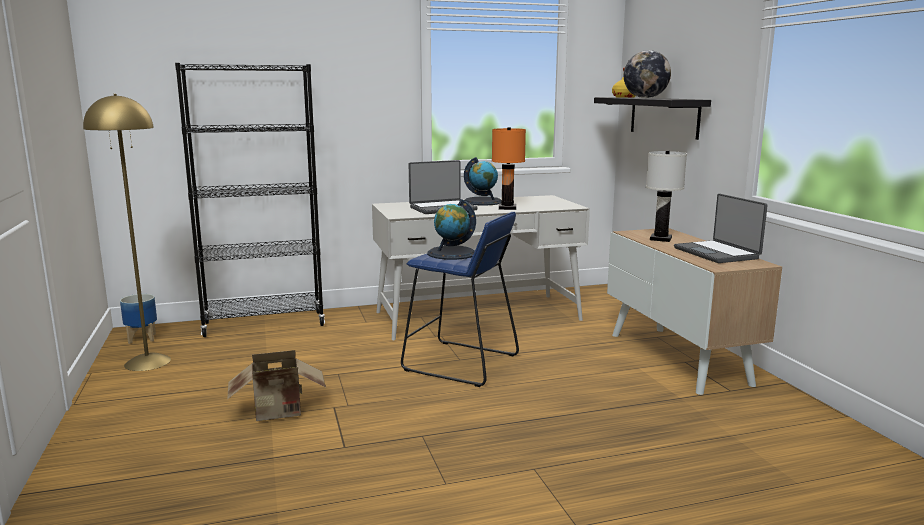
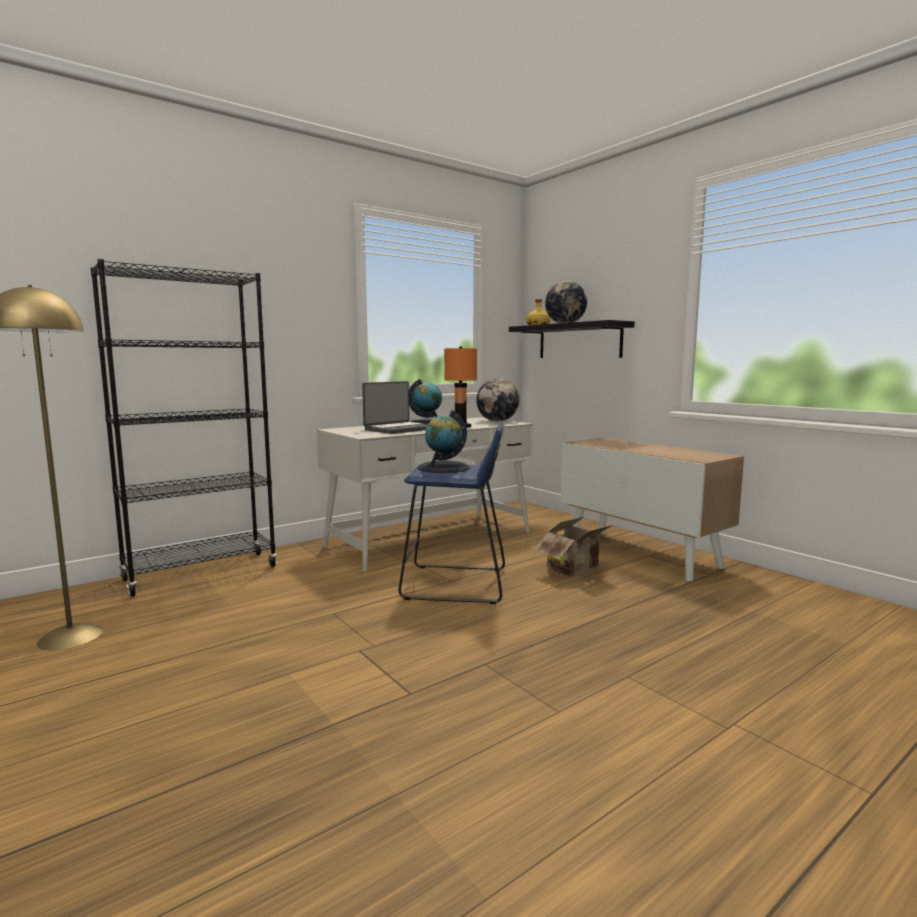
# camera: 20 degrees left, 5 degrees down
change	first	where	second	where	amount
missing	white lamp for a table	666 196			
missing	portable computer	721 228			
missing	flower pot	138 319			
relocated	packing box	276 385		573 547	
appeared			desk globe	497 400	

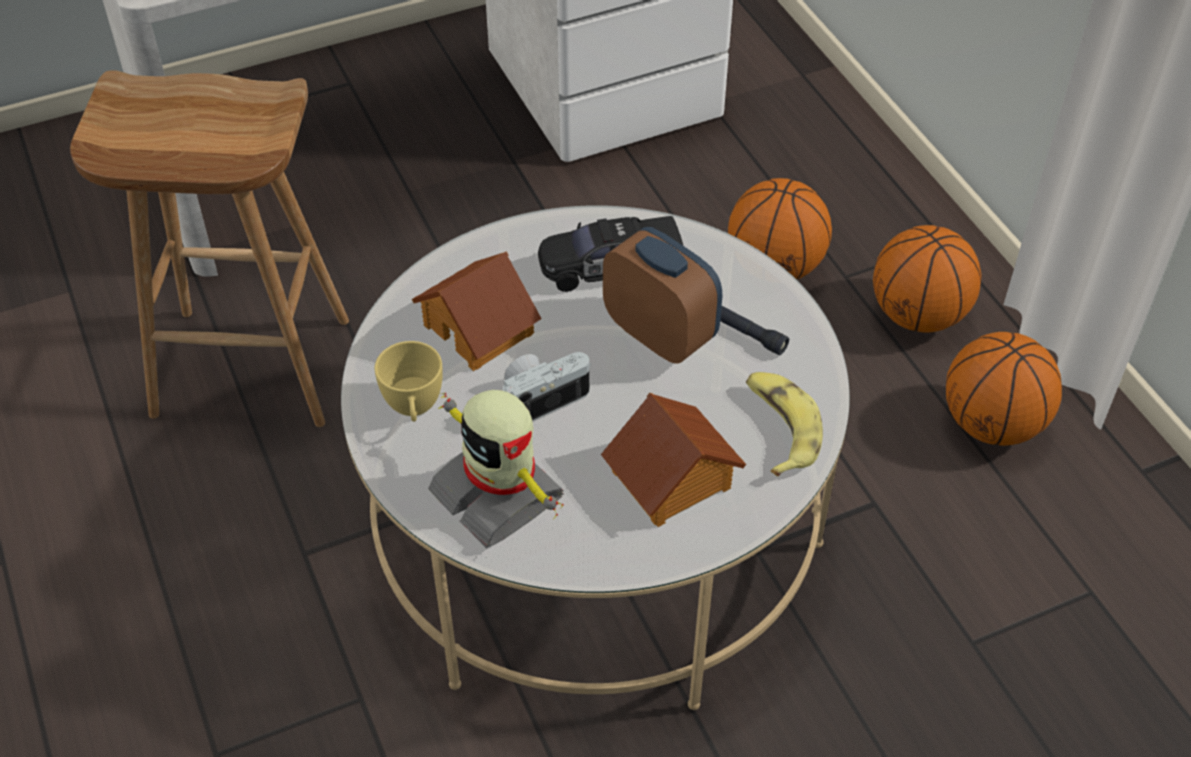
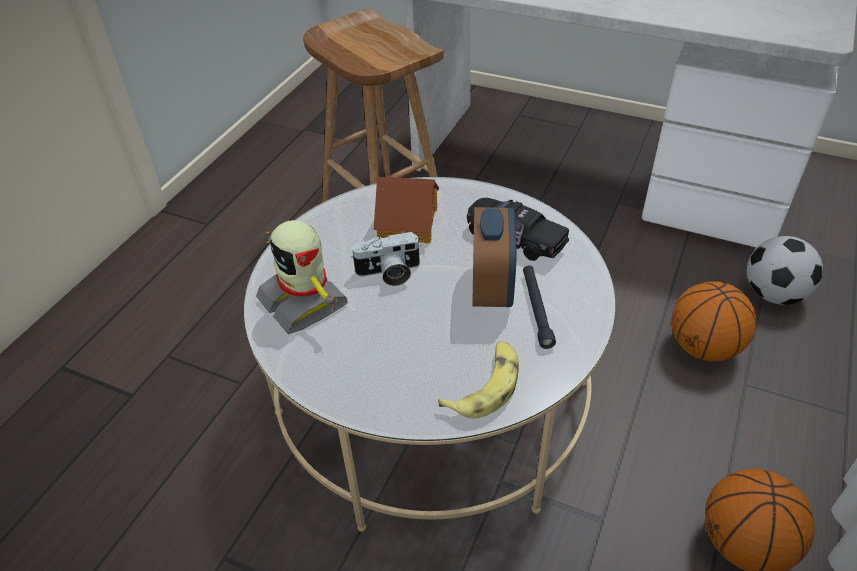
# camera: 50 degrees right, 5 degrees down
change	first	where	second	where	amount
missing	ball for basketball	927 279			
missing	yellow drinking cup	409 381			
spun	photo camera	547 386		386 259	150 degrees clockwise
spun	robot figure	496 469		302 277	45 degrees counterclockwise
missing	model house	674 460			
appeared			football	785 270	

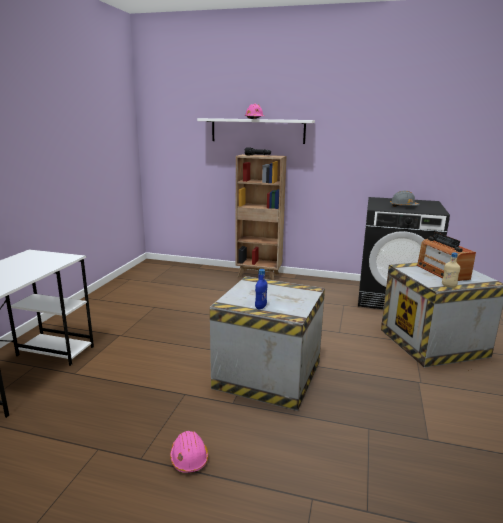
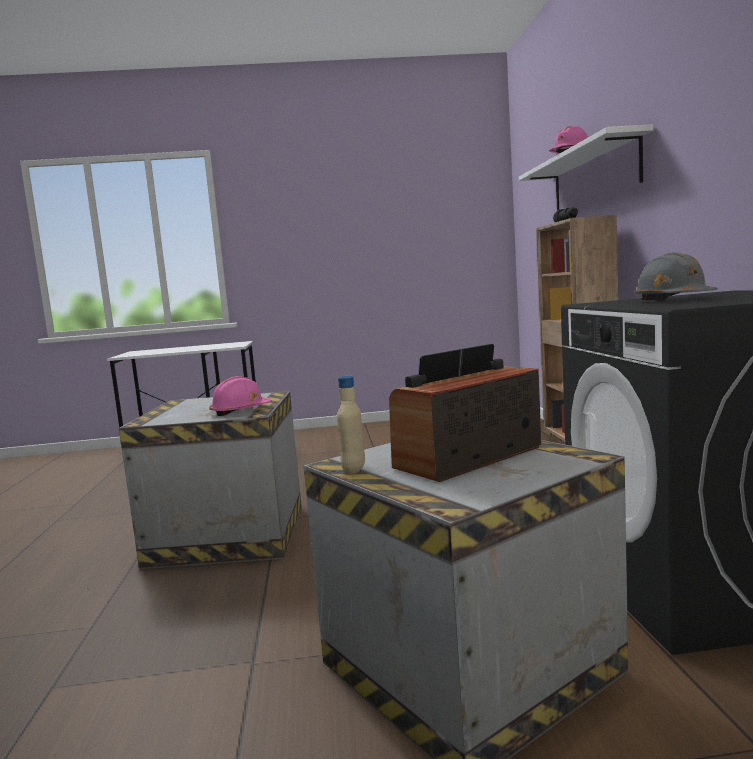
# camera: 70 degrees right, 10 degrees down
change	first	where	second	where	amount
missing	bluish beverage bottle	261 289			
relocated	pink work helmet	189 452		240 396	

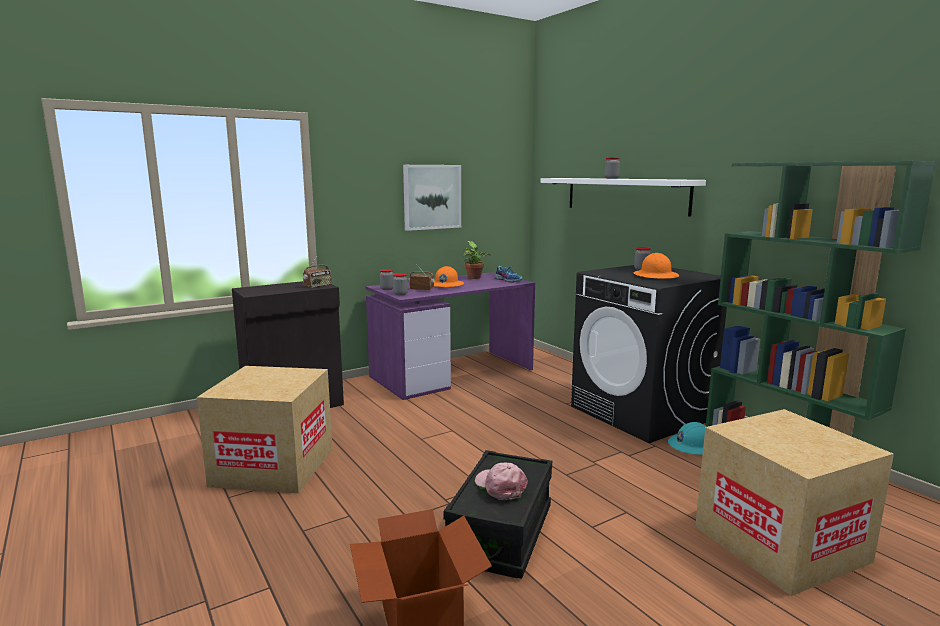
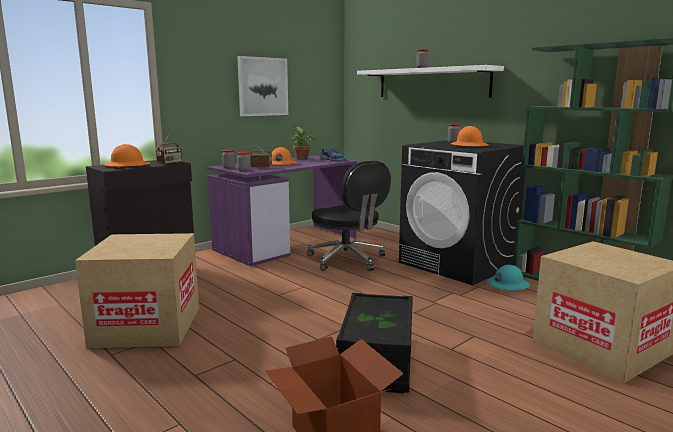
# camera: 10 degrees left, 0 degrees up
change	first	where	second	where	amount
missing	pink baseball cap	501 481			
appeared			orange work helmet	127 156	
appeared			black computer chair	349 216	

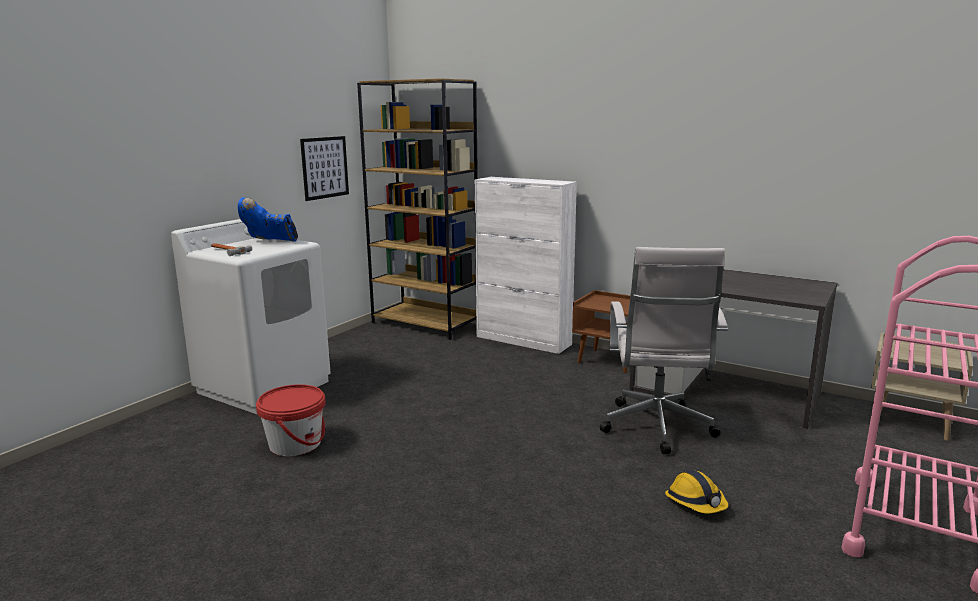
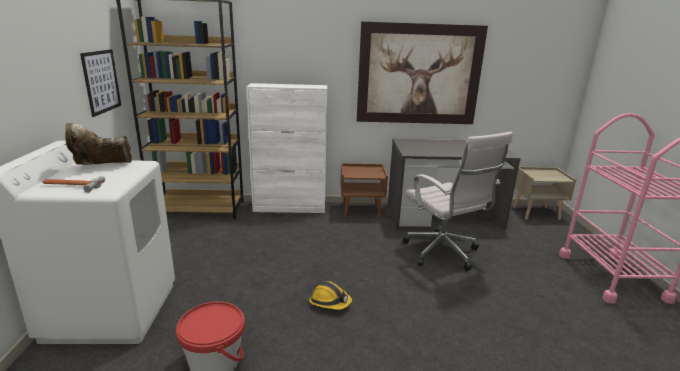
# camera: 35 degrees left, 5 degrees up
change	first	where	second	where	amount
colour	bluish tall boot	268 219	brownish tall boot	98 144	
relocated	work helmet	696 492		330 295	
appeared			picture	422 72	

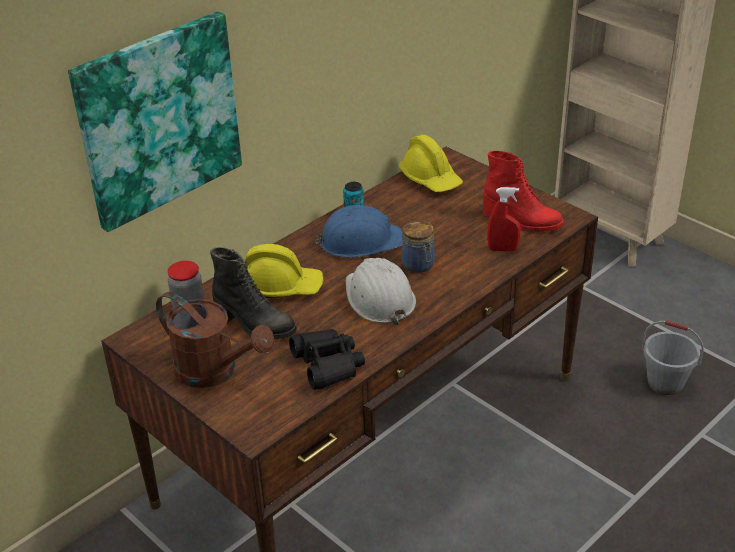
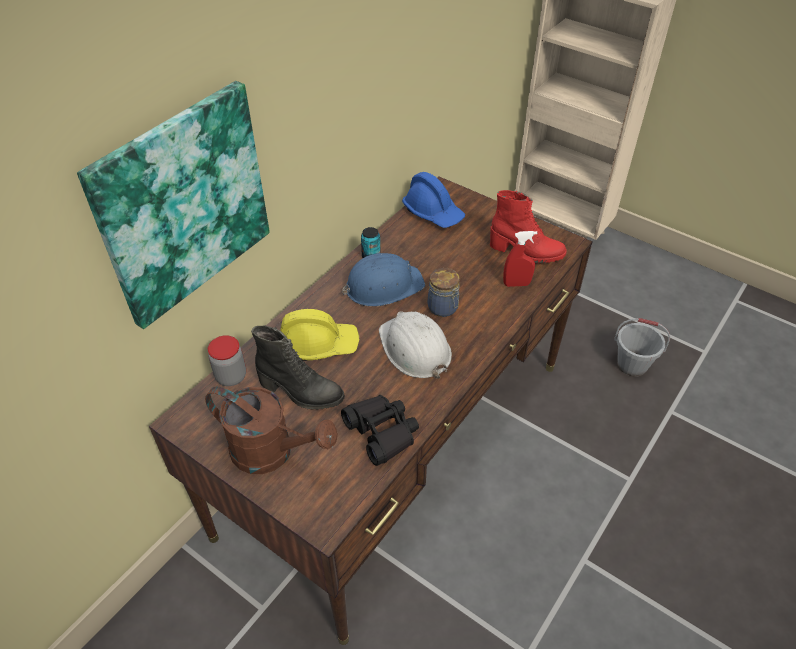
# camera: 10 degrees left, 10 degrees up
change	first	where	second	where	amount
colour	yellow work helmet	430 163	bluish work helmet	433 200	

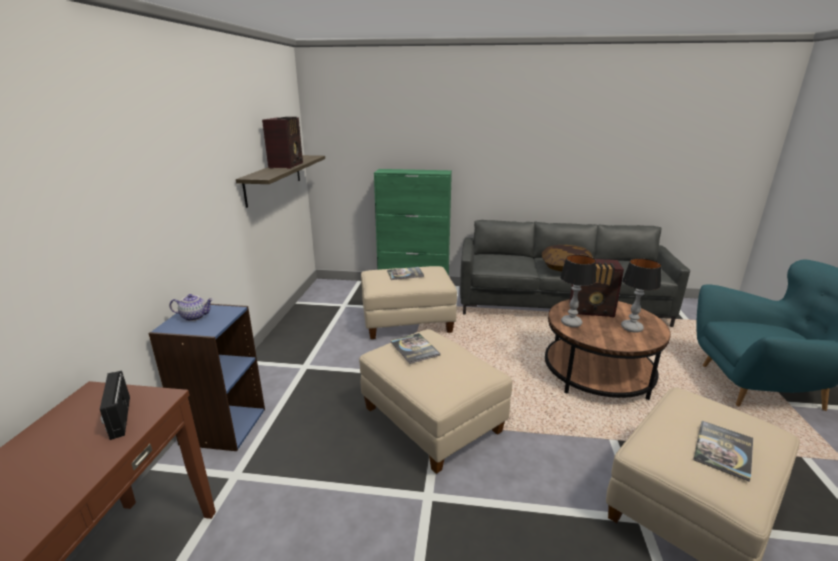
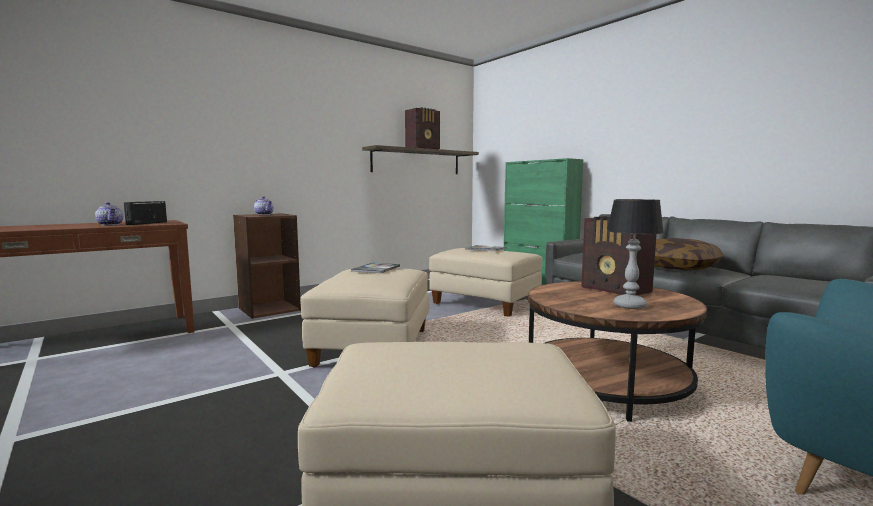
# camera: 45 degrees right, 15 degrees down
change	first	where	second	where	amount
missing	lamp for a table	578 291			
colour	bluish bookcase	206 377	brownish bookcase	267 266	
missing	bound book	723 451			
appeared			pot for tea	109 213	

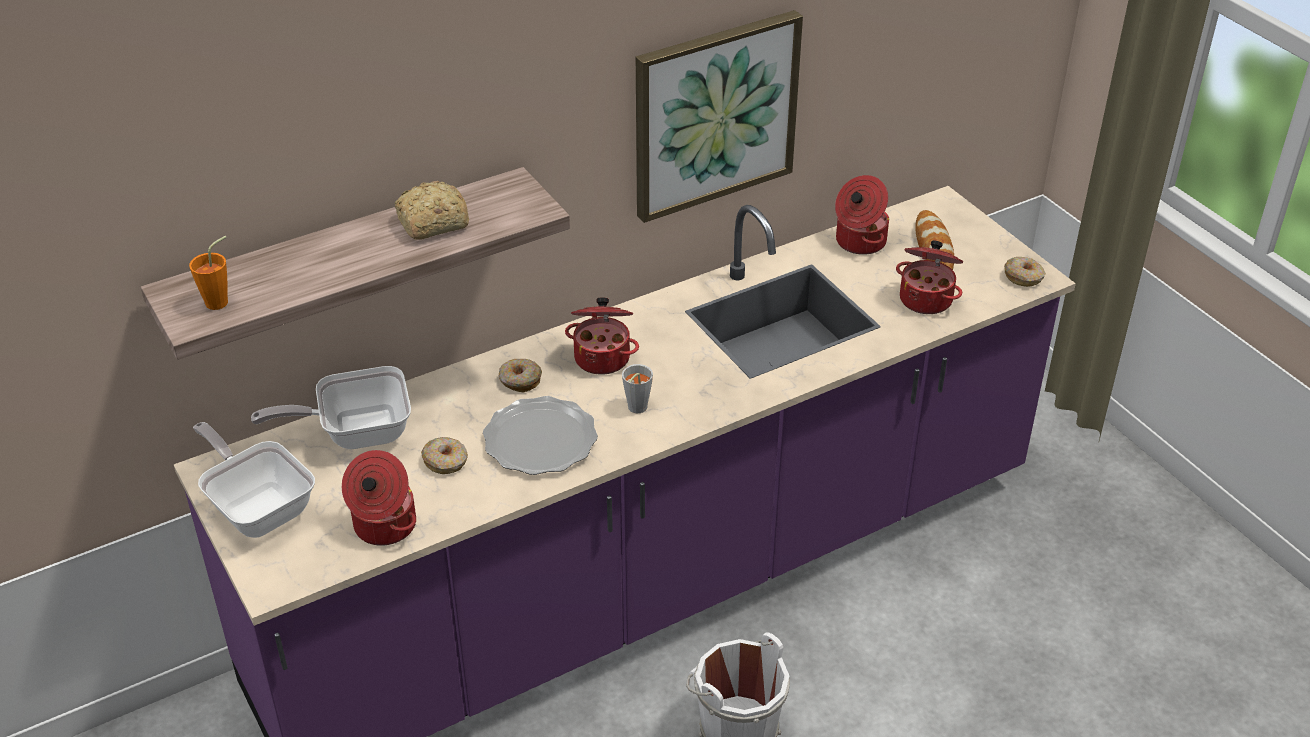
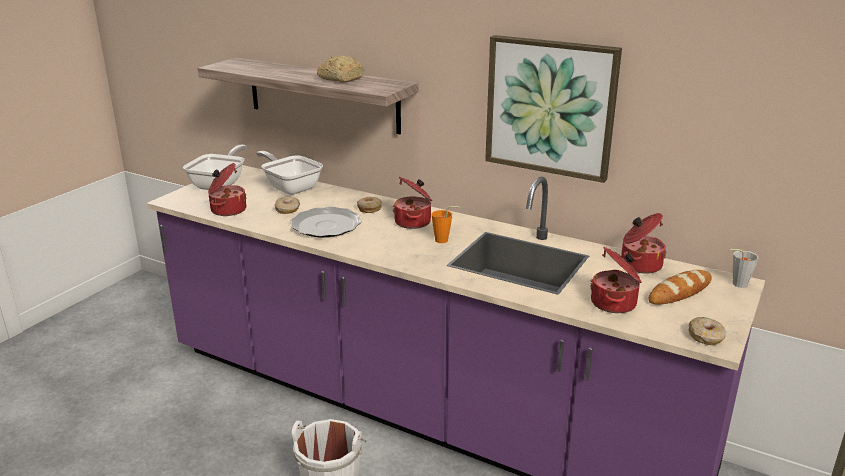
# camera: 60 degrees right, 15 degrees down
change	first	where	second	where	amount
relocated	orange drinking cup	208 273		446 224	
relocated	grey drinking cup	637 388		744 268	

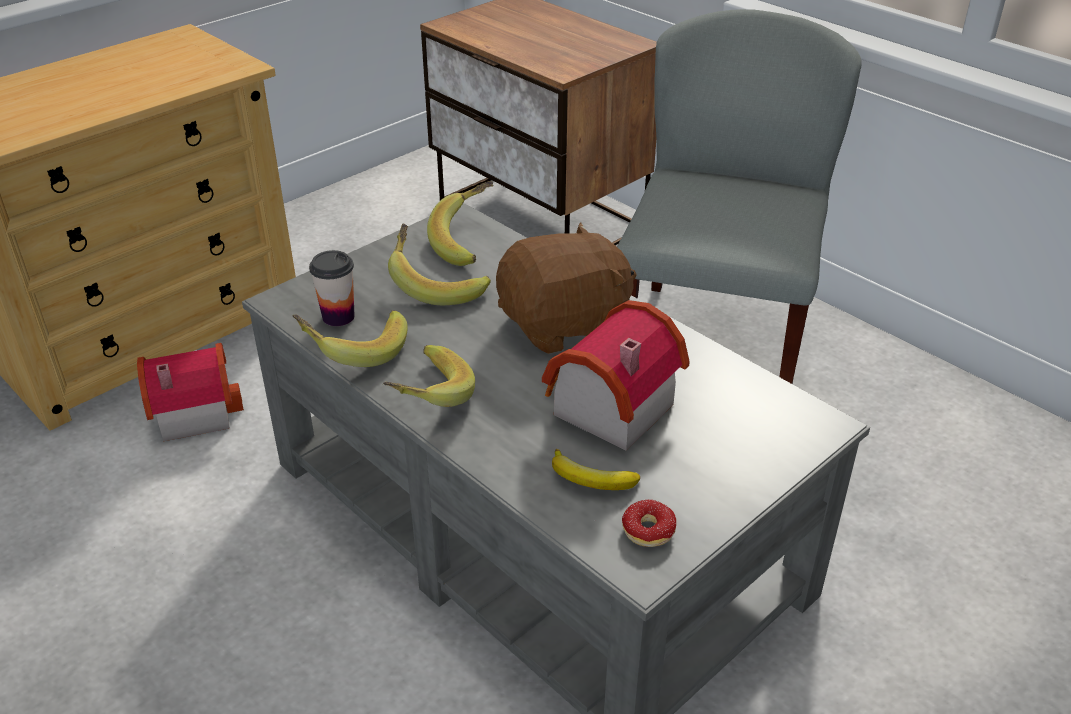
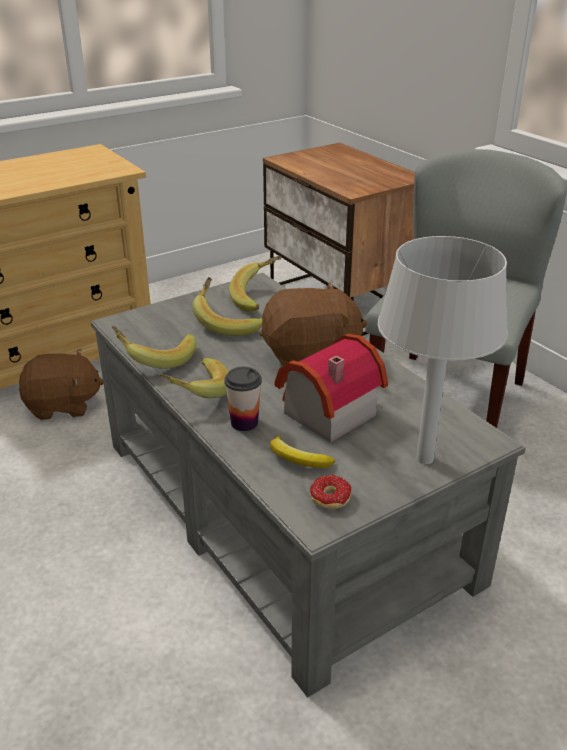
# camera: 10 degrees right, 5 degrees down
change	first	where	second	where	amount
relocated	drinking cup	331 288		243 399	
exchanged	model house	190 392	brownish plush toy	61 384	
appeared			grey lamp for a table	443 350	

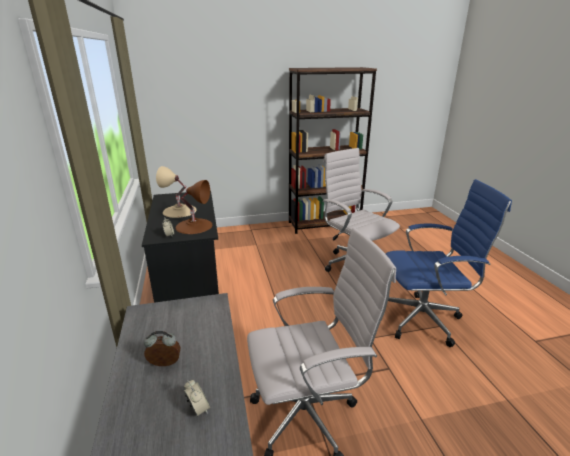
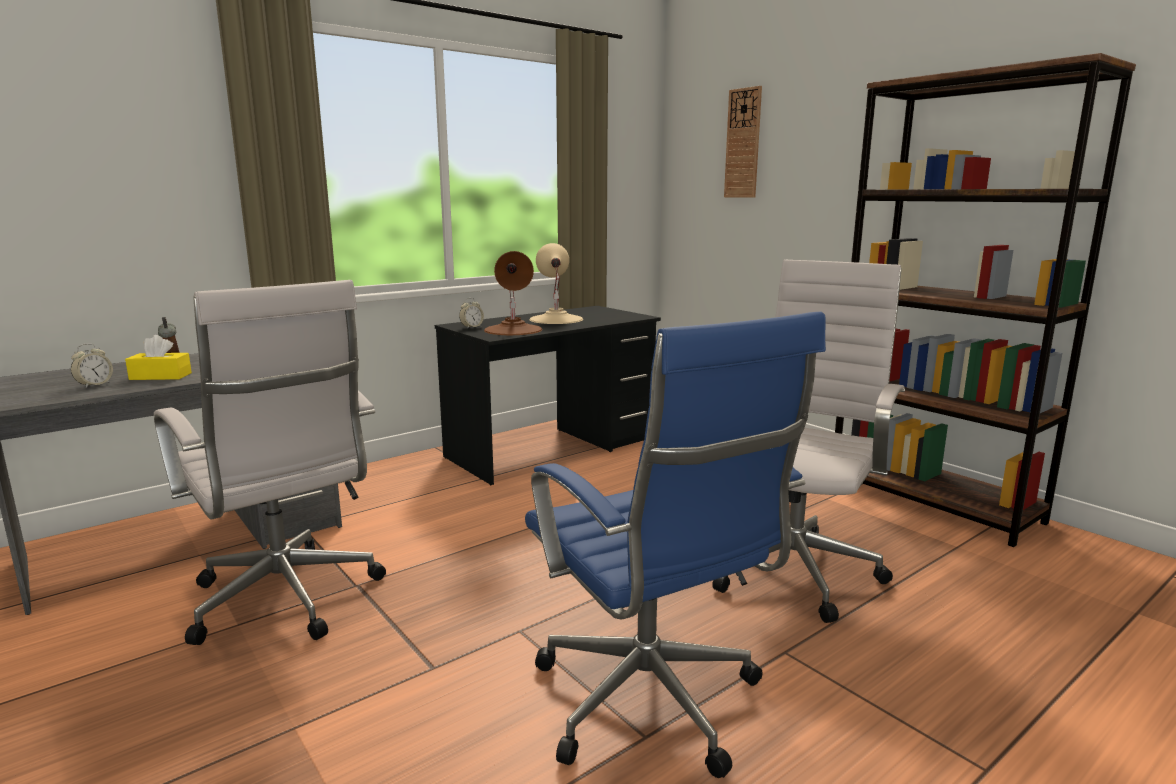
# camera: 65 degrees right, 10 degrees down
change	first	where	second	where	amount
appeared			clock on the wall	743 142	
appeared			yellow tissue holder	158 357	

